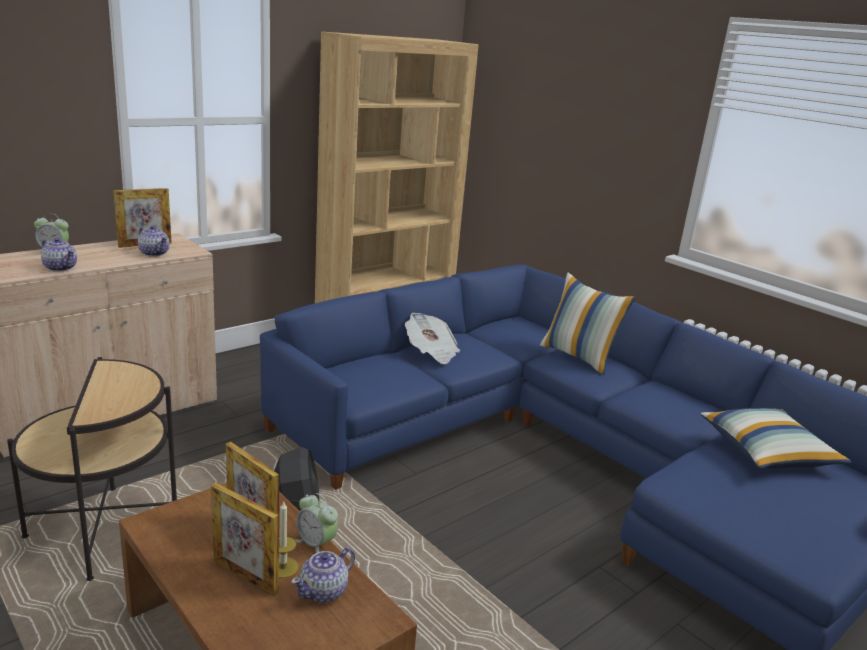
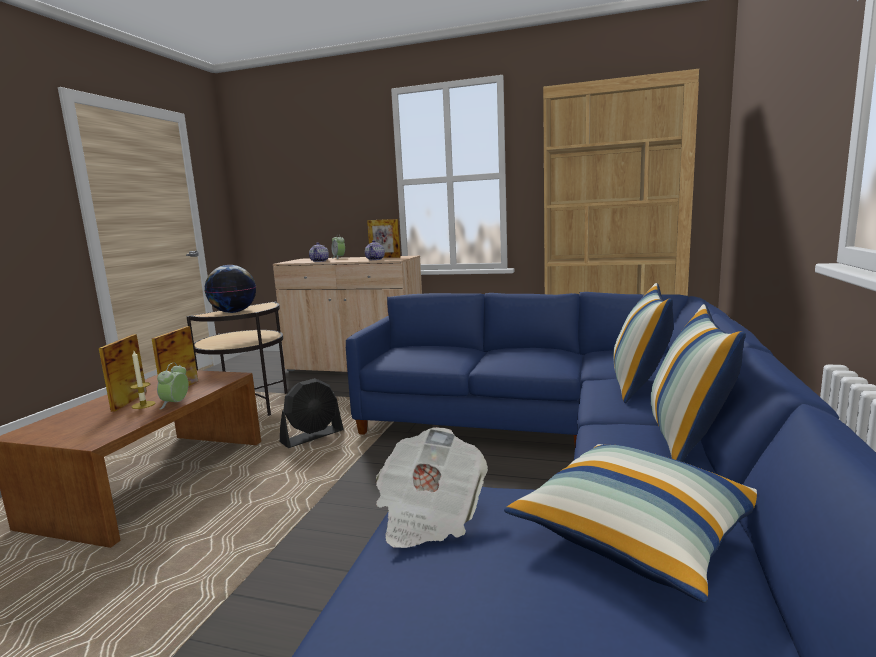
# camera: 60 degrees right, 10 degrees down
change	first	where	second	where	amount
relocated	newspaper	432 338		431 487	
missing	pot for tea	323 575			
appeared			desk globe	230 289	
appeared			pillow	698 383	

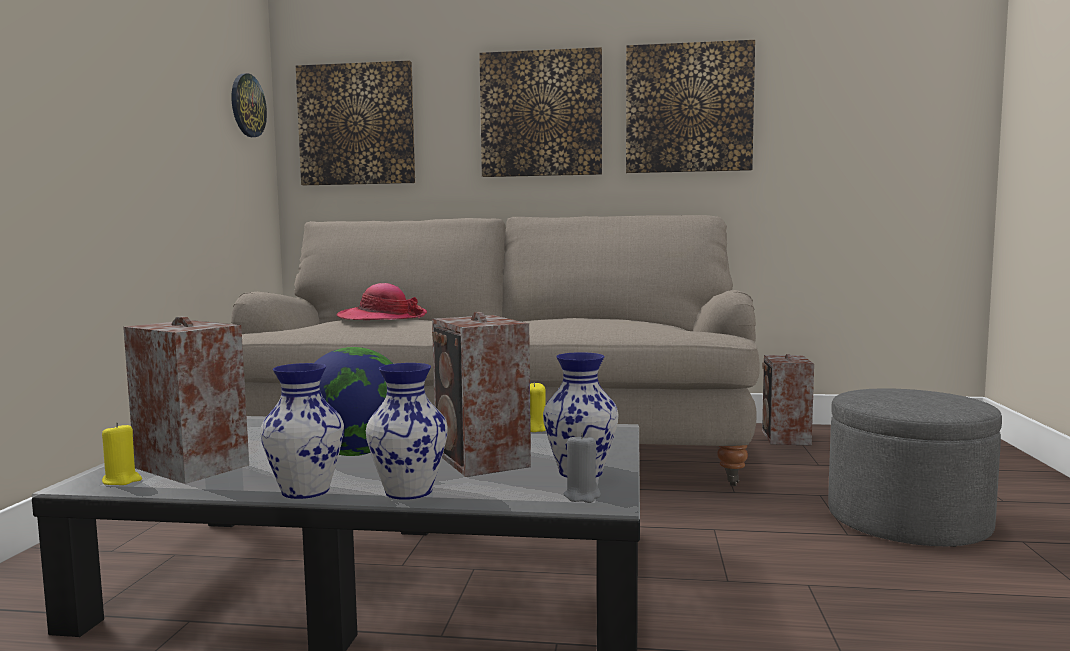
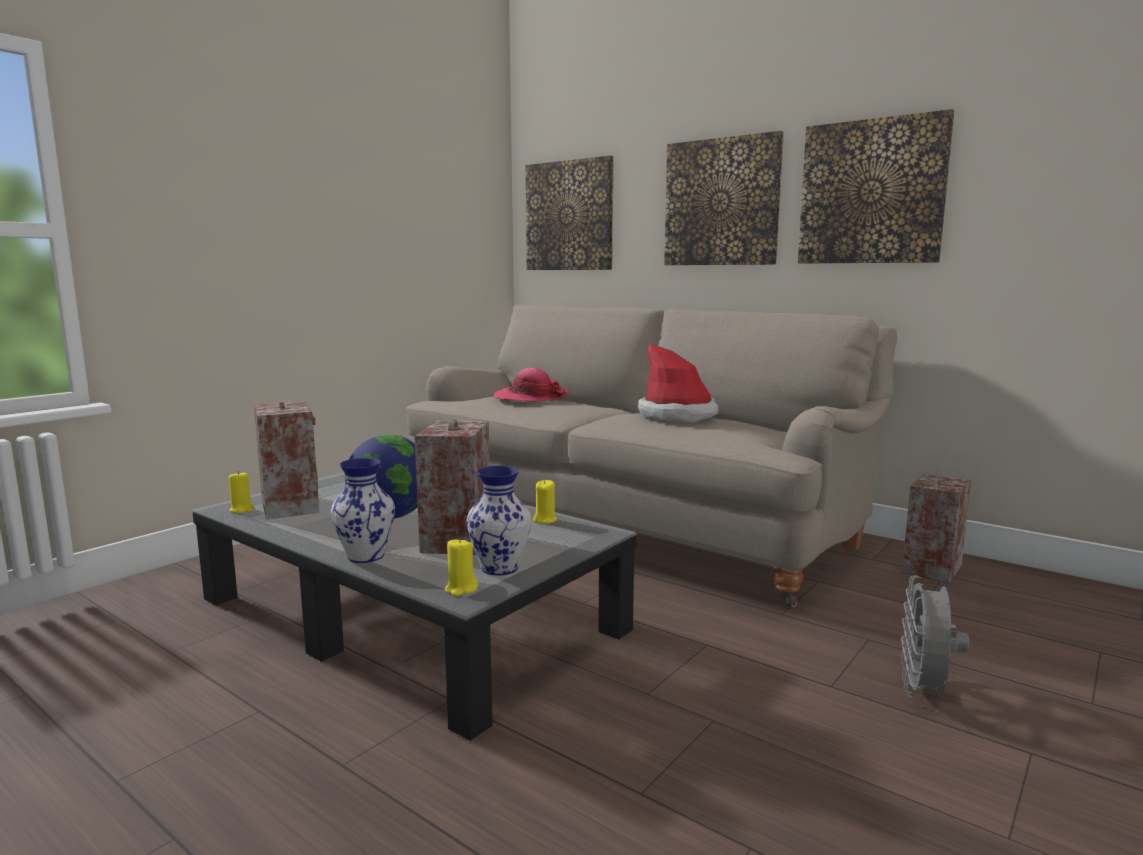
# camera: 30 degrees right, 5 degrees up
change	first	where	second	where	amount
missing	clock on the wall	249 105			
missing	decorative vase	302 431			
exchanged	grey ottoman	915 467	grey electric fan	935 636	
colour	grey wax light	582 468	yellow wax light	461 567	
appeared			clothing hat	678 383	

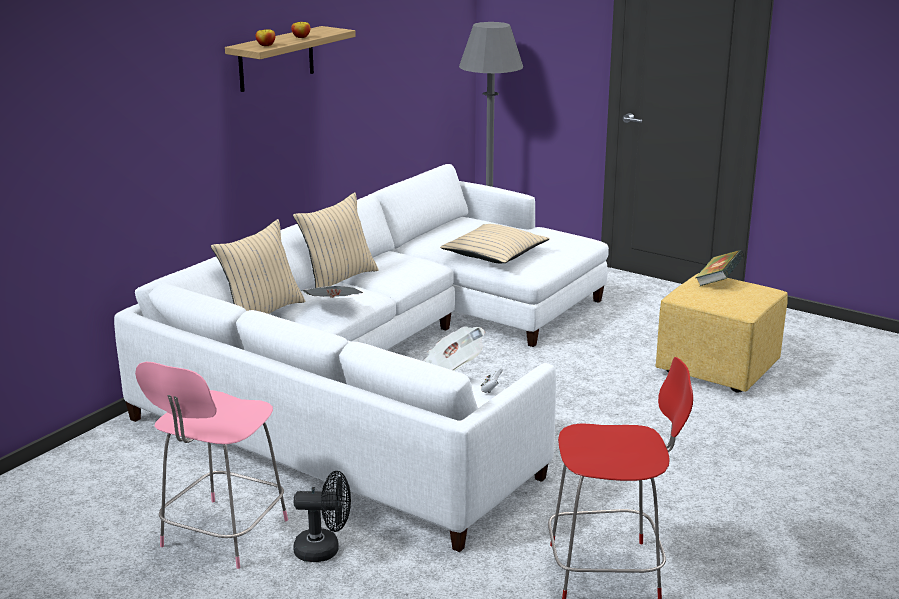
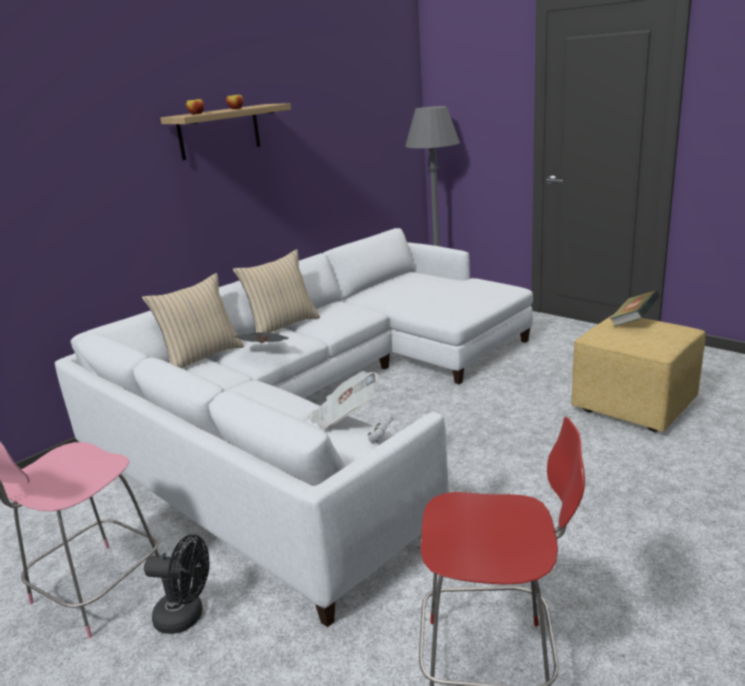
# camera: 10 degrees right, 0 degrees up
change	first	where	second	where	amount
missing	beige pillow	495 243			

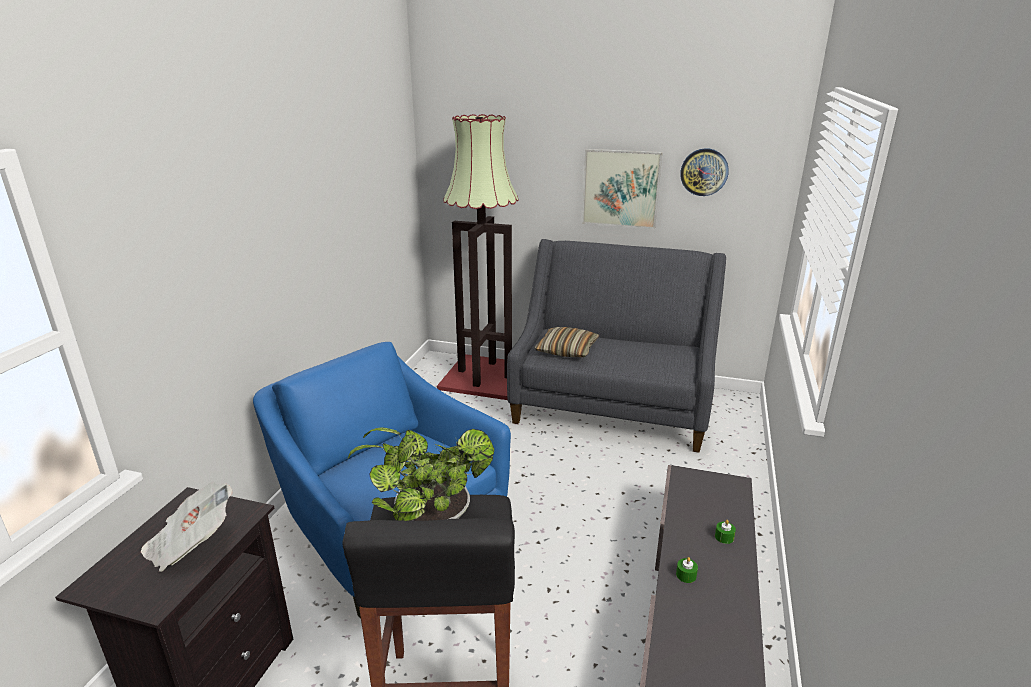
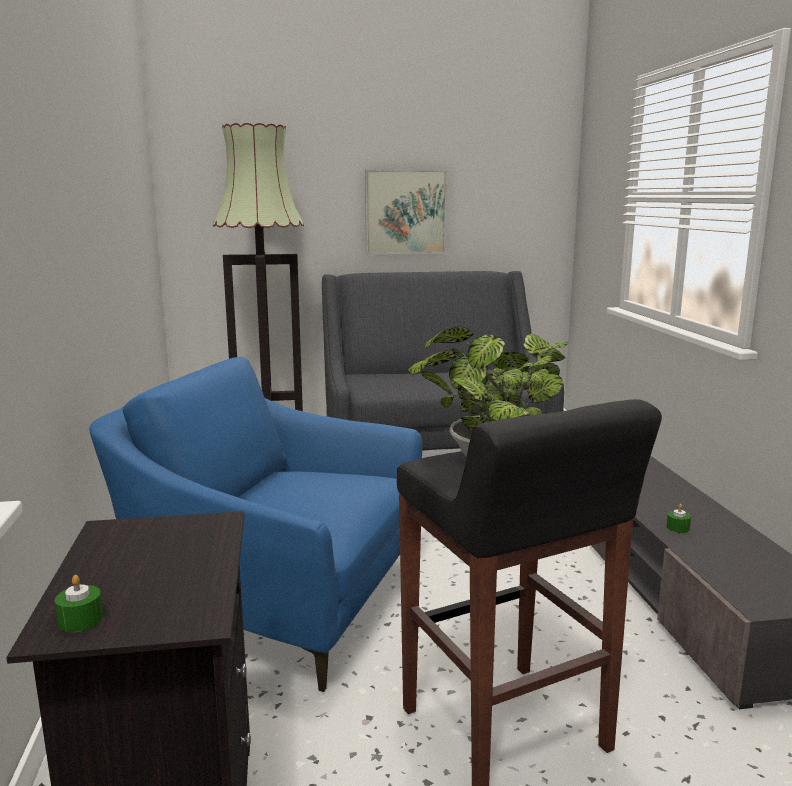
# camera: 25 degrees left, 10 degrees down
change	first	where	second	where	amount
missing	clock on the wall	704 172			
missing	pillow	566 342			
missing	newspaper	187 526			
relocated	green-coloured wax light	725 532		79 603	

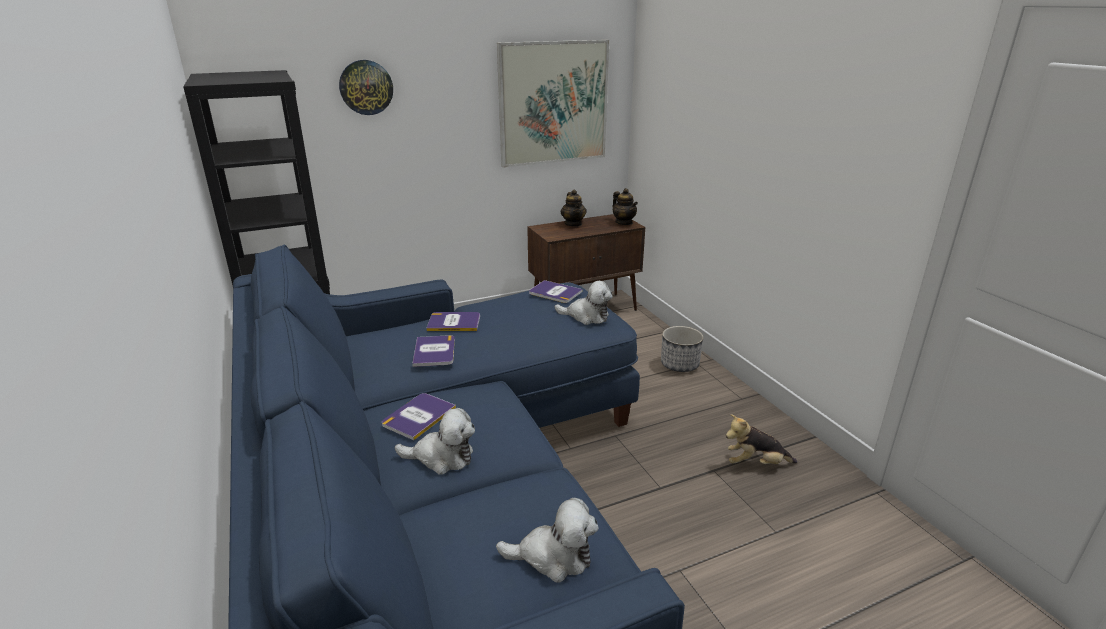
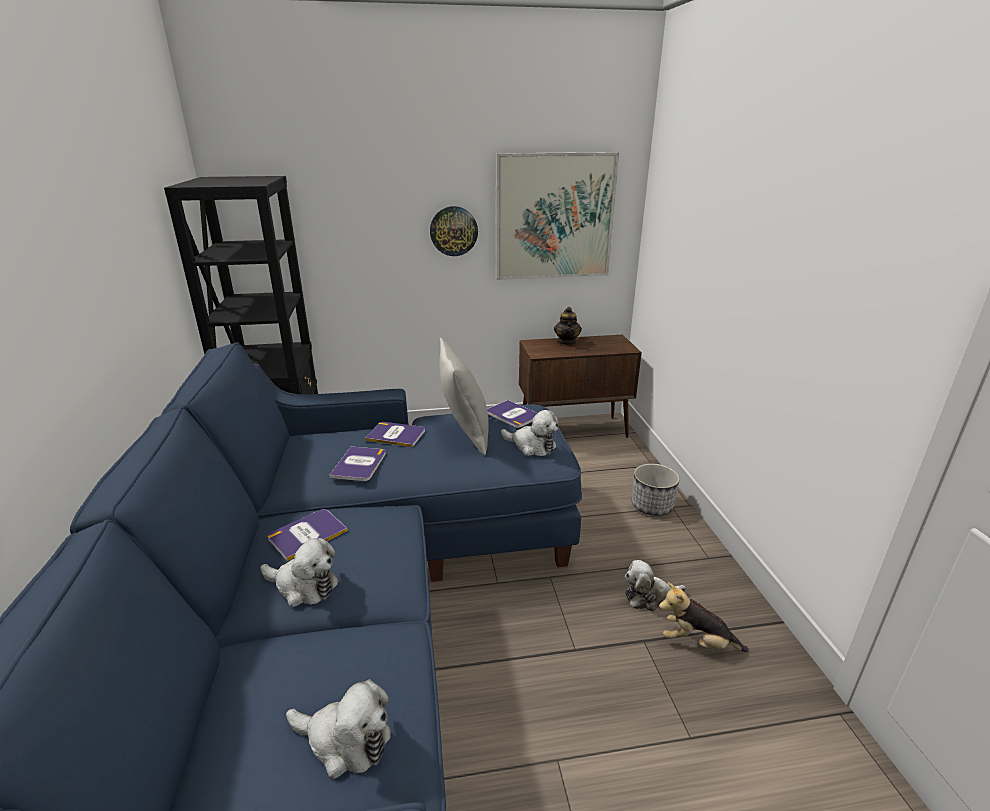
# camera: 15 degrees right, 0 degrees up
change	first	where	second	where	amount
relocated	clock on the wall	366 87		454 231	
missing	pot for tea	625 206			
appeared			grey pillow	464 396	
appeared			plush toy	655 585	

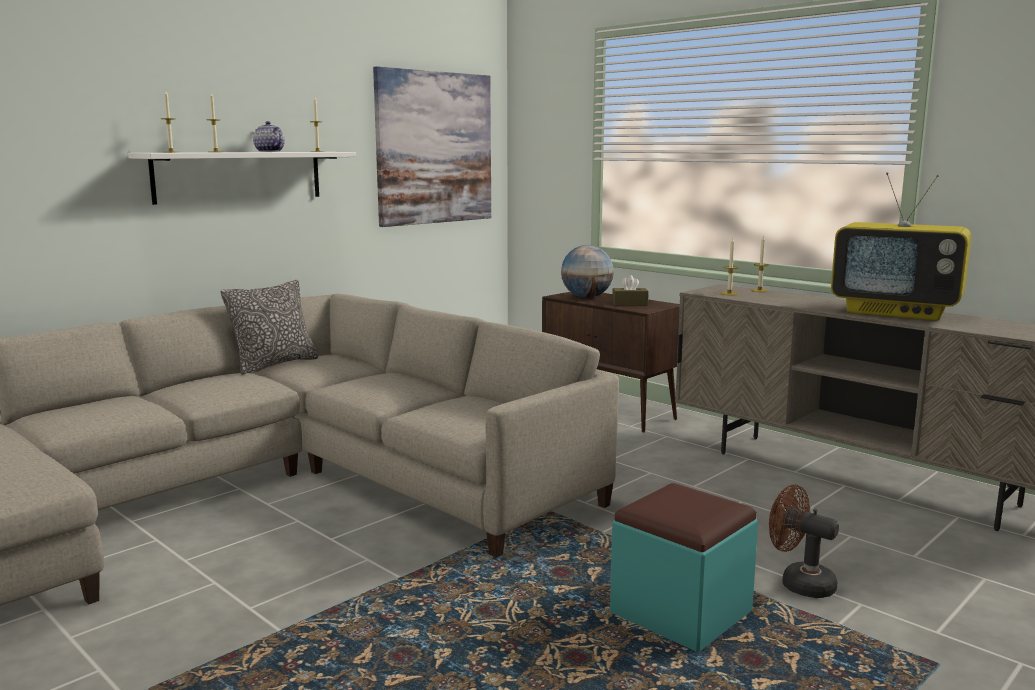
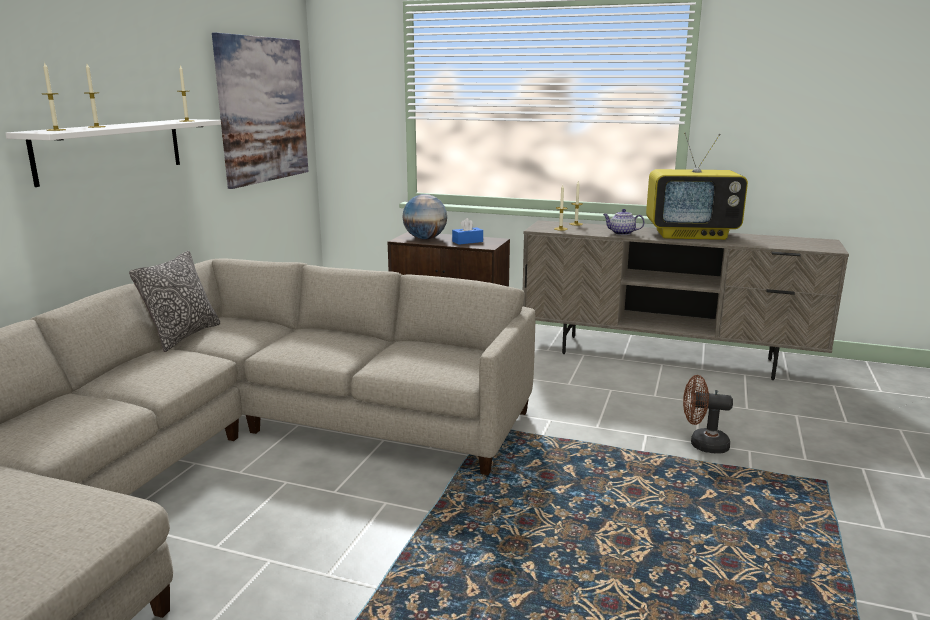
# camera: 25 degrees left, 5 degrees up
change	first	where	second	where	amount
relocated	pot for tea	269 136		624 222	
colour	brownish tissue holder	630 290	bluish tissue holder	467 231	
missing	turquoise ottoman	684 567			

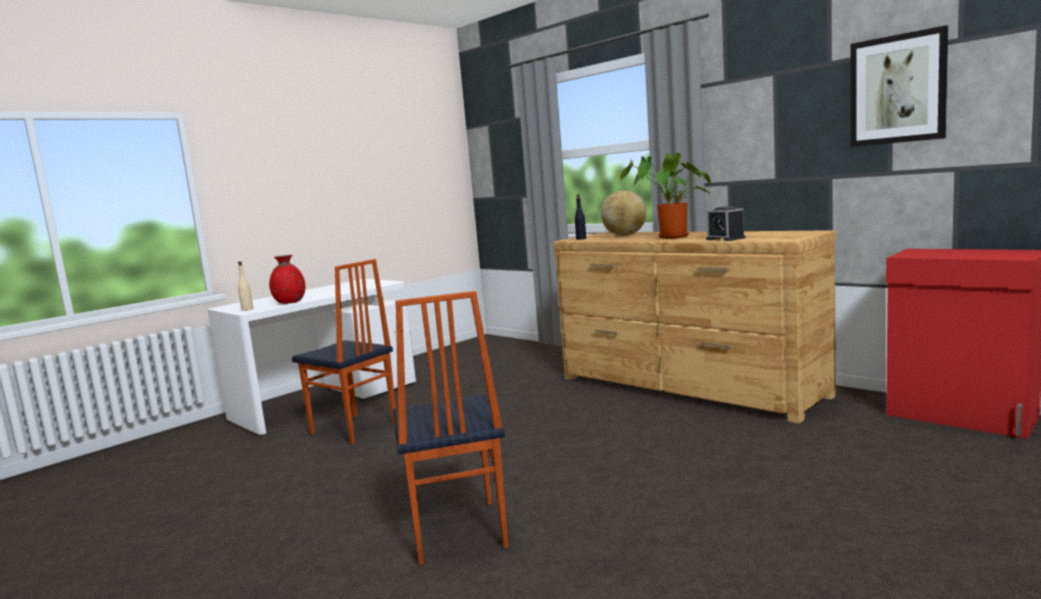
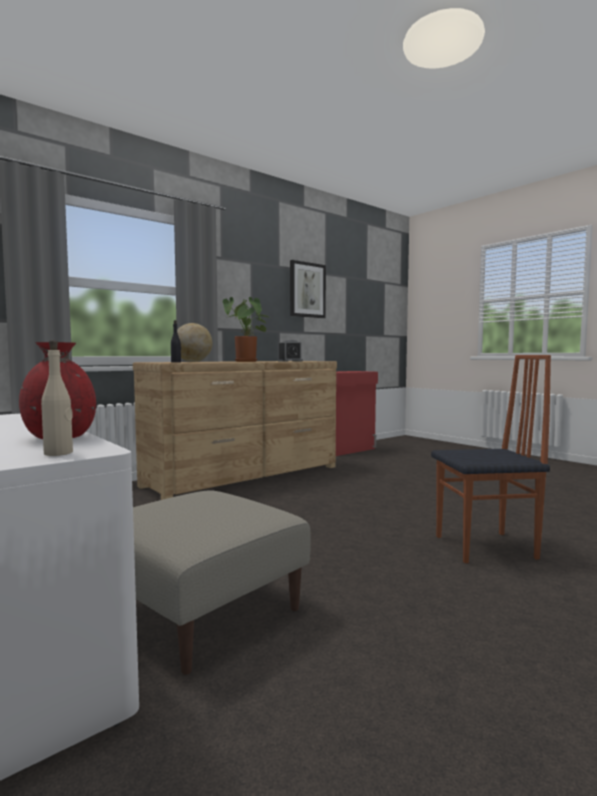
# camera: 85 degrees left, 5 degrees down
change	first	where	second	where	amount
exchanged	plain chair	344 352	beige ottoman	222 583	

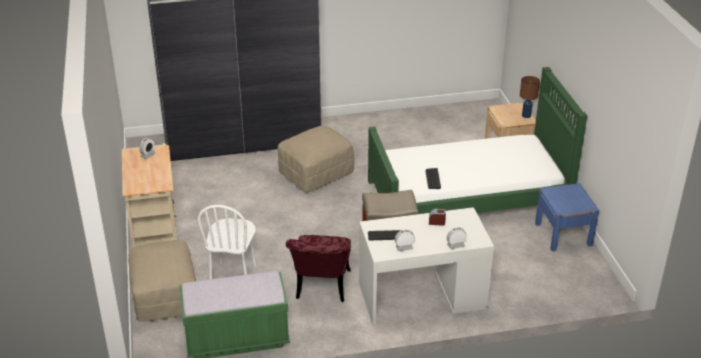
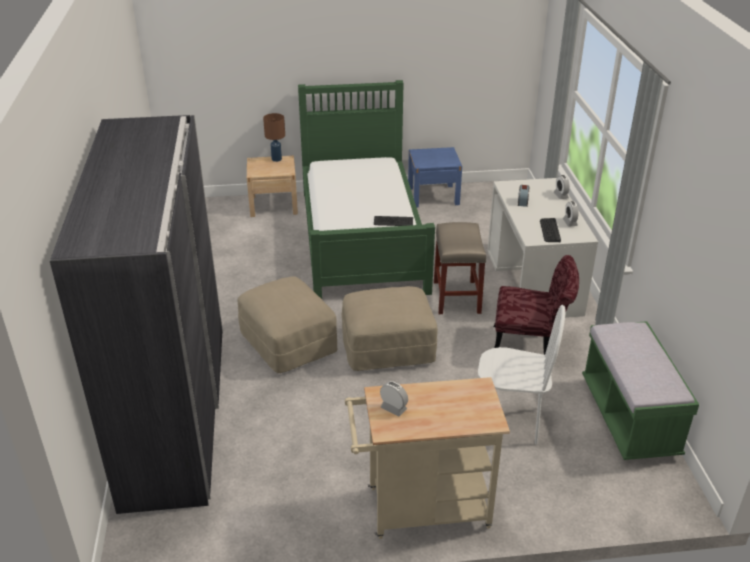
# camera: 85 degrees left, 0 degrees up
change	first	where	second	where	amount
relocated	beige ottoman	162 281		389 328	

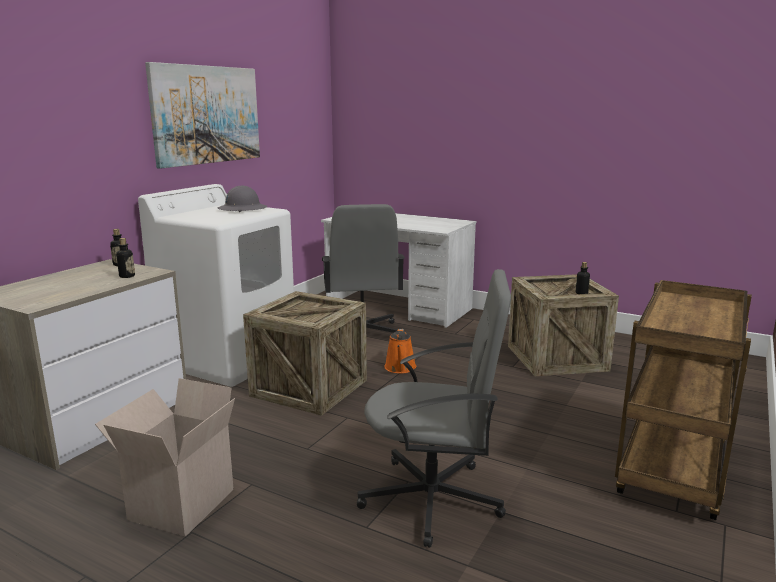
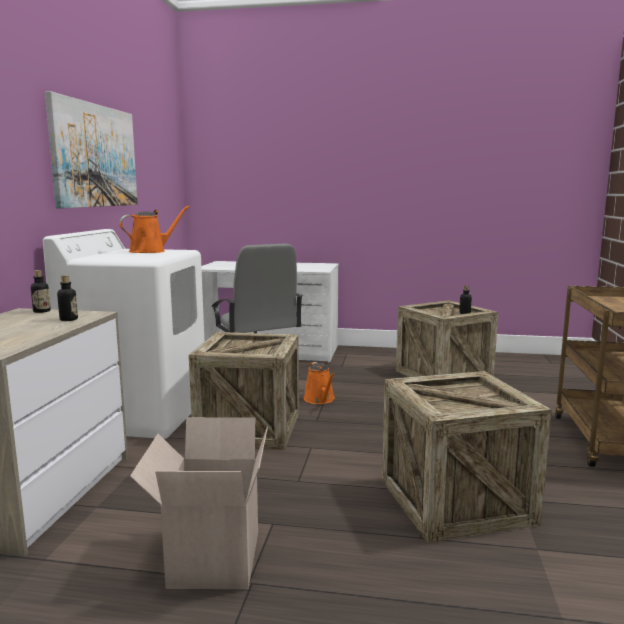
# camera: 20 degrees left, 5 degrees down
change	first	where	second	where	amount
exchanged	grey work helmet	242 199	orange watering can	154 229	
exchanged	grey computer chair	434 408	crate	467 457	

